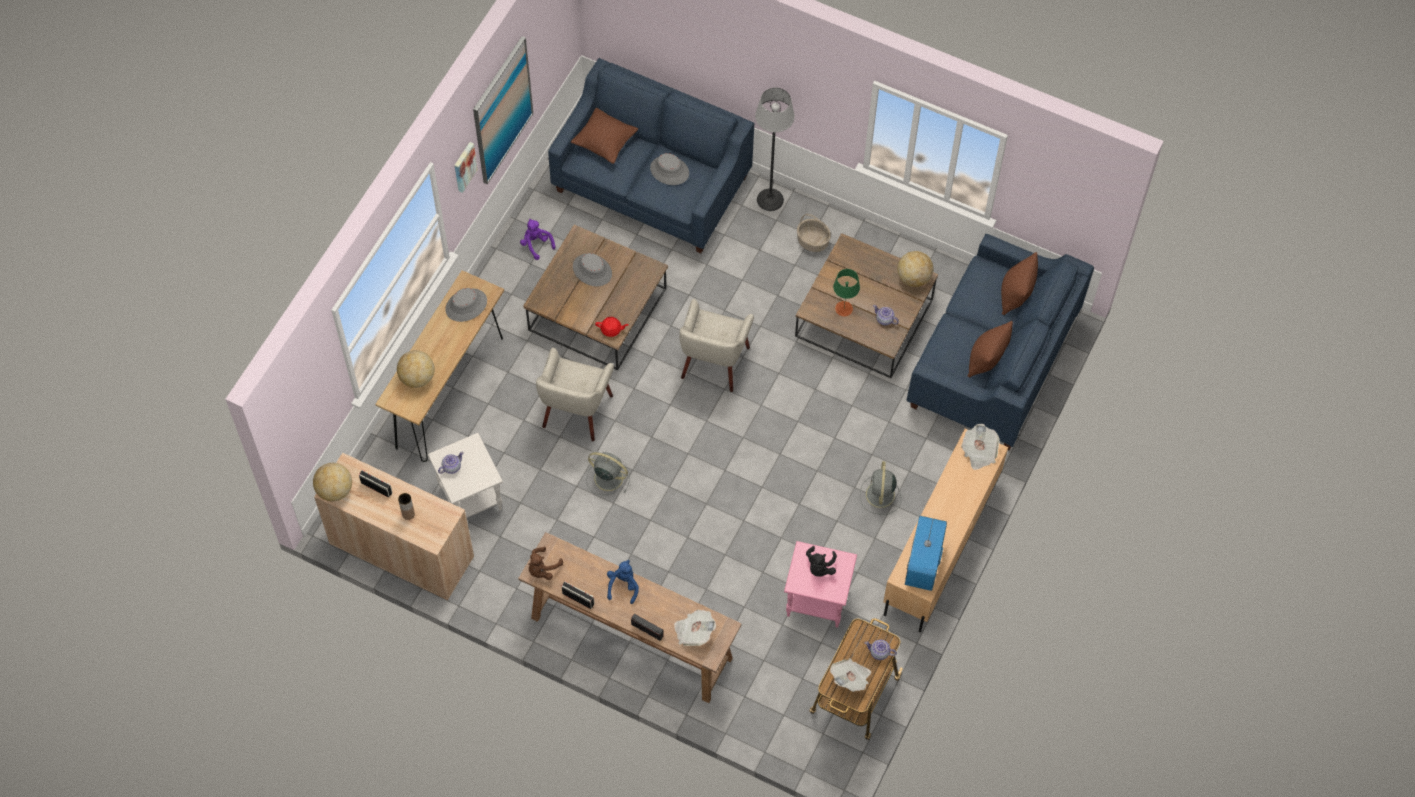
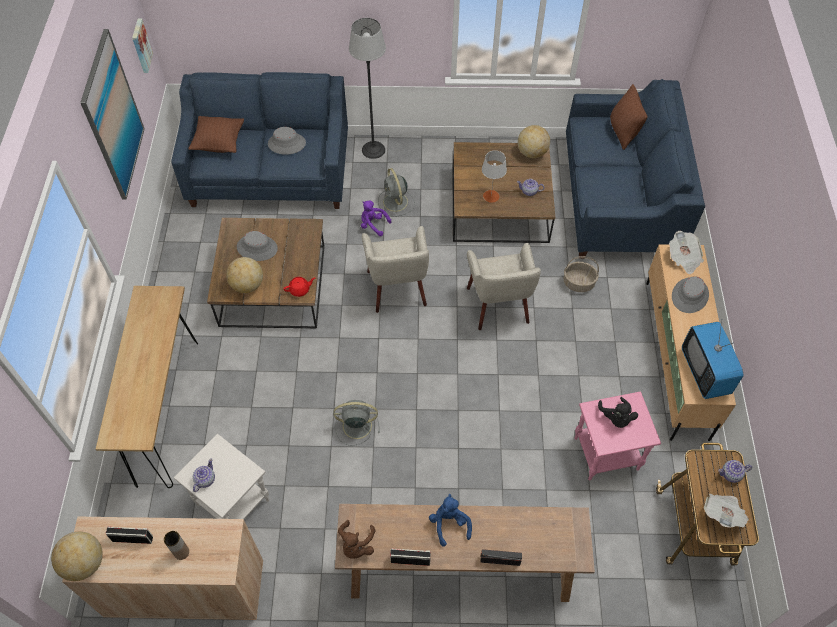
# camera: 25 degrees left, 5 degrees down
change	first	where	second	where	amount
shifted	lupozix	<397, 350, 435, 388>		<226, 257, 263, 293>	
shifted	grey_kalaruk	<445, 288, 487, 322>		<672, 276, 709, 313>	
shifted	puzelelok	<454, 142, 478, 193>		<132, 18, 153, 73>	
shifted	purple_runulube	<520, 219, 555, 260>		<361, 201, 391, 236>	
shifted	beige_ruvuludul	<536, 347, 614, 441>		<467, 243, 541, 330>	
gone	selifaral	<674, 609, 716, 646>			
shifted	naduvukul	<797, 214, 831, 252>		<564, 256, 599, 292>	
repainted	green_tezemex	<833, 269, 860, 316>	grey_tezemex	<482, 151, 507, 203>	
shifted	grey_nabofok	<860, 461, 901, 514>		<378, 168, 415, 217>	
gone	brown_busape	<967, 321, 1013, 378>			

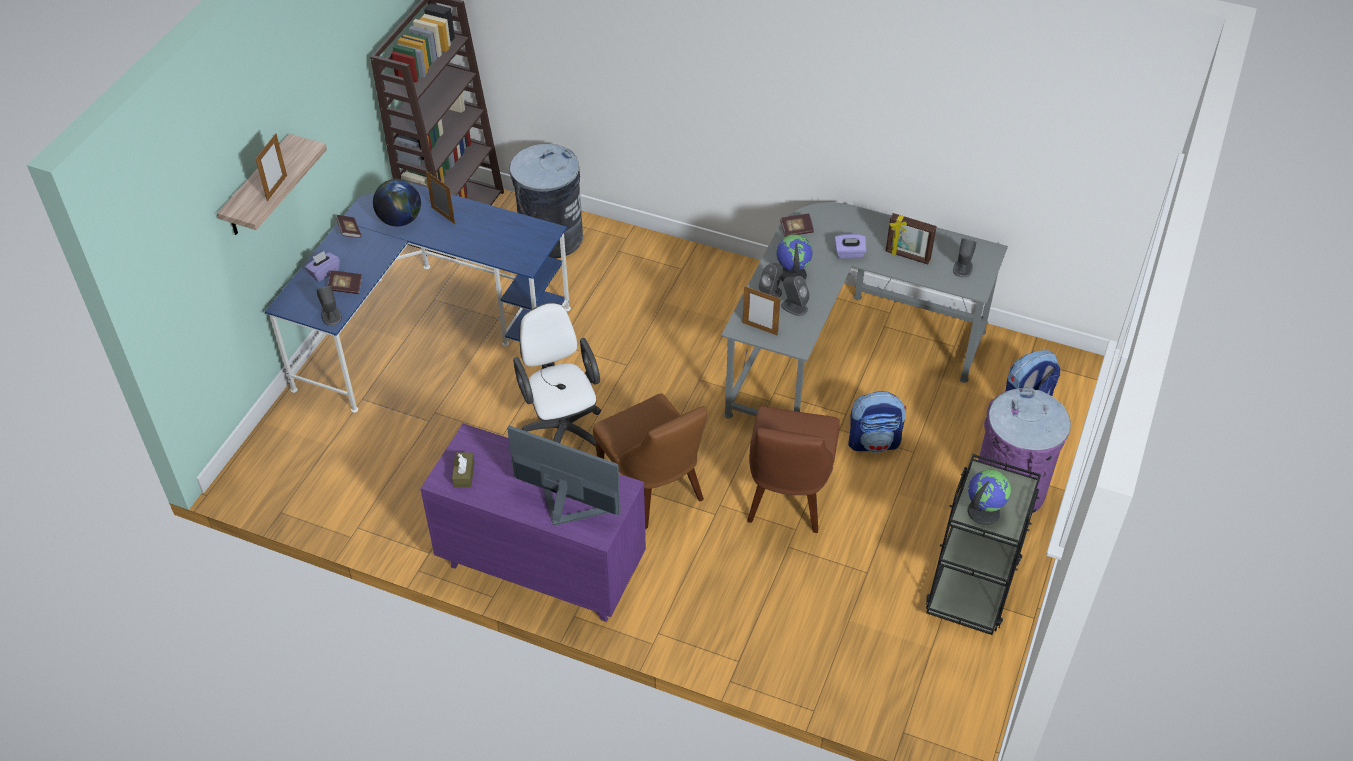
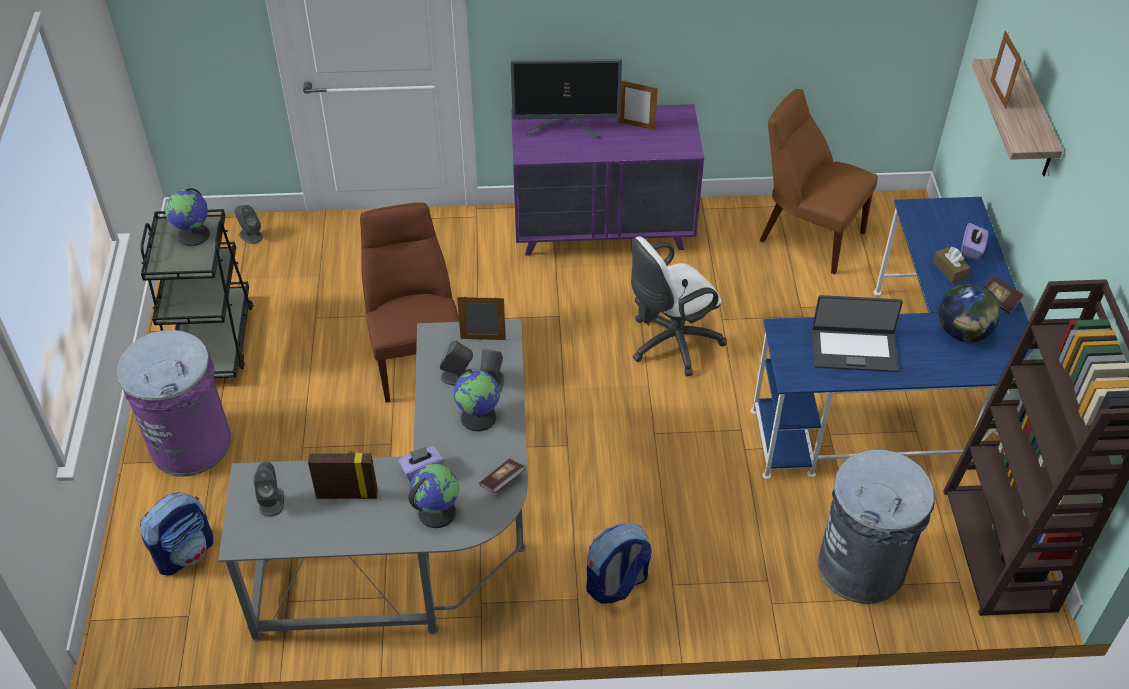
# camera: 155 degrees right, 0 degrees up
change	first	where	second	where	amount
shifted	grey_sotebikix	<317, 286, 342, 326>		<234, 205, 263, 244>	
gone	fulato	<328, 270, 362, 294>			
shifted	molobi	<426, 171, 455, 224>		<618, 80, 658, 130>	
shifted	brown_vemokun	<452, 453, 474, 488>		<933, 246, 970, 284>	
rotated	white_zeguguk	<513, 302, 601, 447>		<631, 236, 727, 376>	105 degrees clockwise
shifted	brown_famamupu	<593, 393, 707, 529>		<760, 89, 878, 275>	
shifted	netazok	<848, 391, 906, 453>		<586, 523, 651, 604>	
new			lupozix	<408, 464, 459, 528>	
new			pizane	<812, 295, 903, 372>	

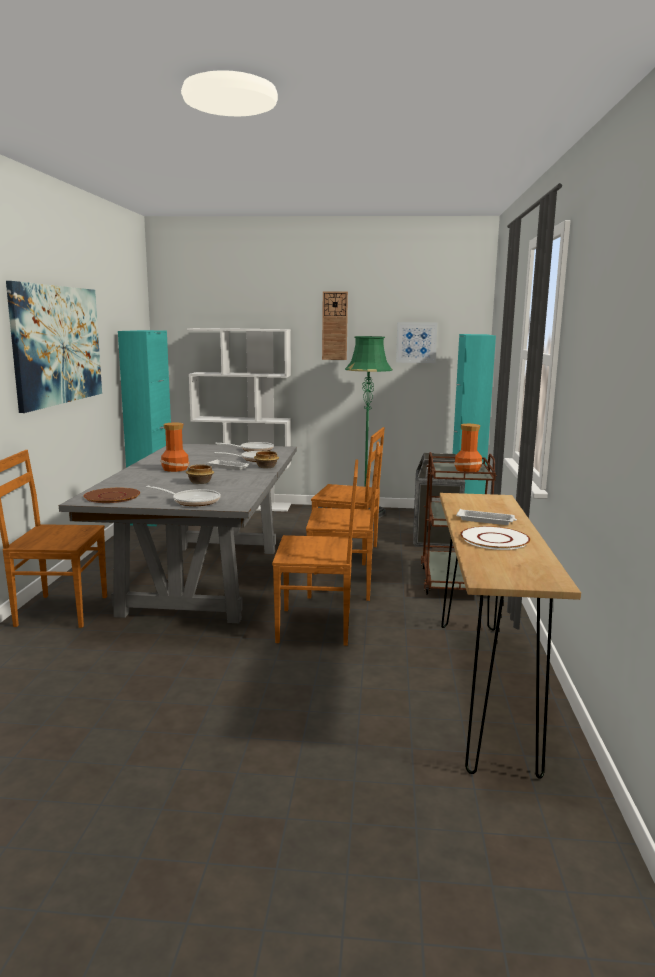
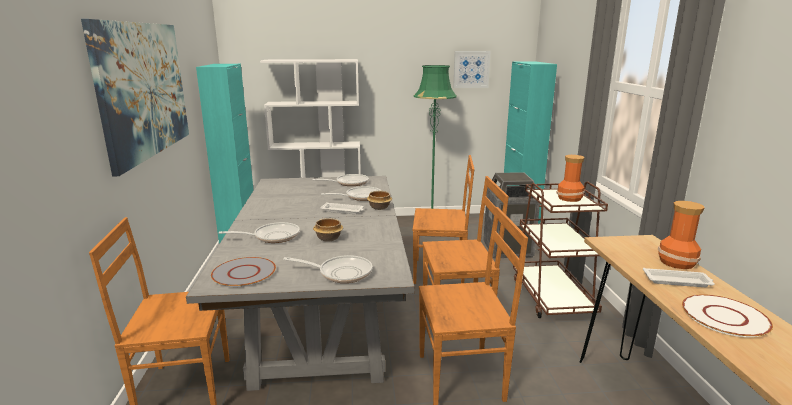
# camera: 10 degrees left, 5 degrees up
change	first	where	second	where	amount
repainted	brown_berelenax	<83, 488, 140, 503>	grey_berelenax	<211, 257, 276, 287>	
shifted	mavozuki	<161, 423, 189, 472>		<658, 201, 705, 269>	
gone	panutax	<322, 291, 348, 360>			
new			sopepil	<219, 222, 300, 243>	

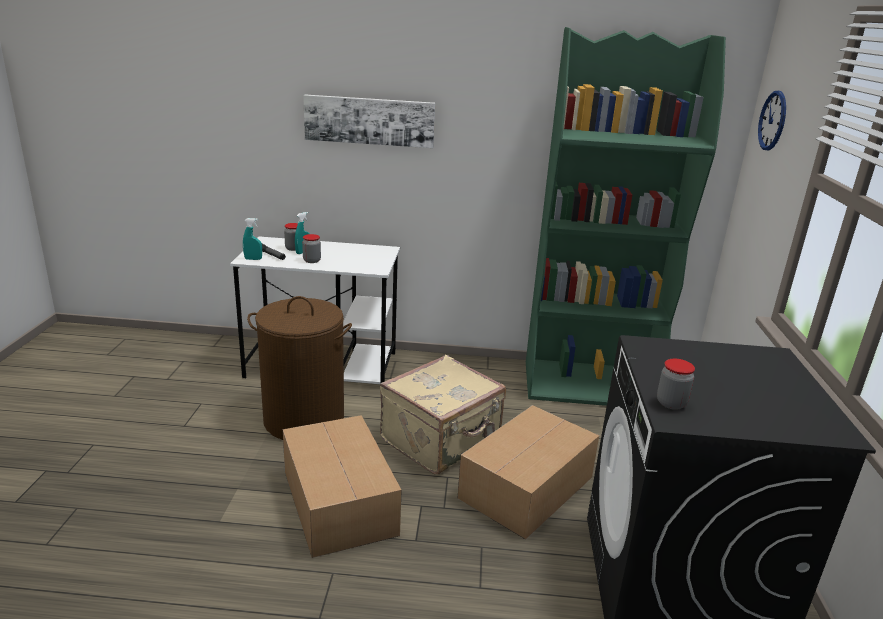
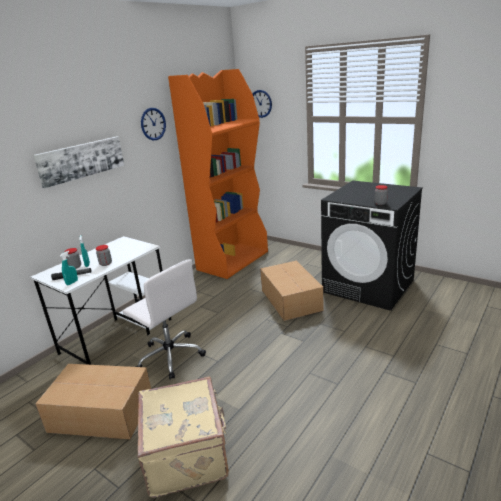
# camera: 55 degrees left, 0 degrees up
change	first	where	second	where	amount
swapped	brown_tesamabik	<247, 296, 352, 440>	white_zeguguk	<123, 259, 206, 380>	
shifted	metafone	<283, 415, 401, 558>		<35, 364, 151, 440>	
shifted	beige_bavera	<380, 355, 506, 474>		<138, 376, 229, 498>	
repainted	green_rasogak	<526, 27, 726, 406>	orange_rasogak	<168, 69, 268, 279>	
new			panutax	<141, 108, 166, 140>	

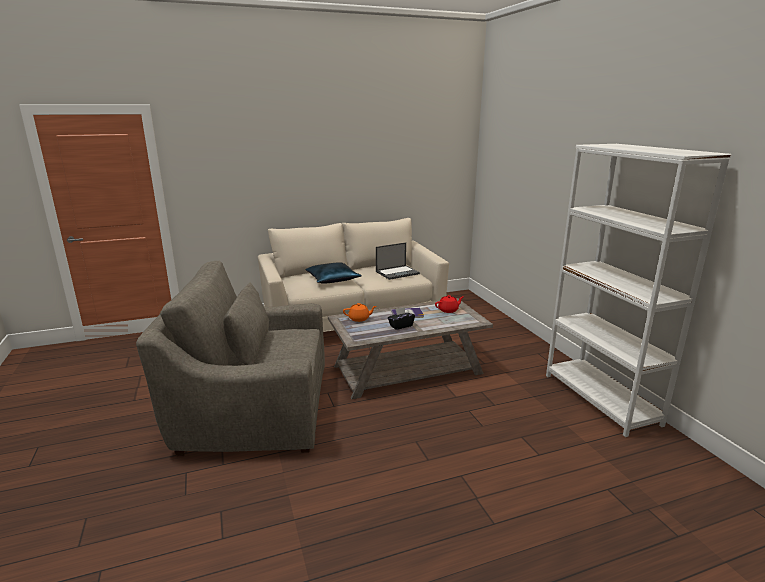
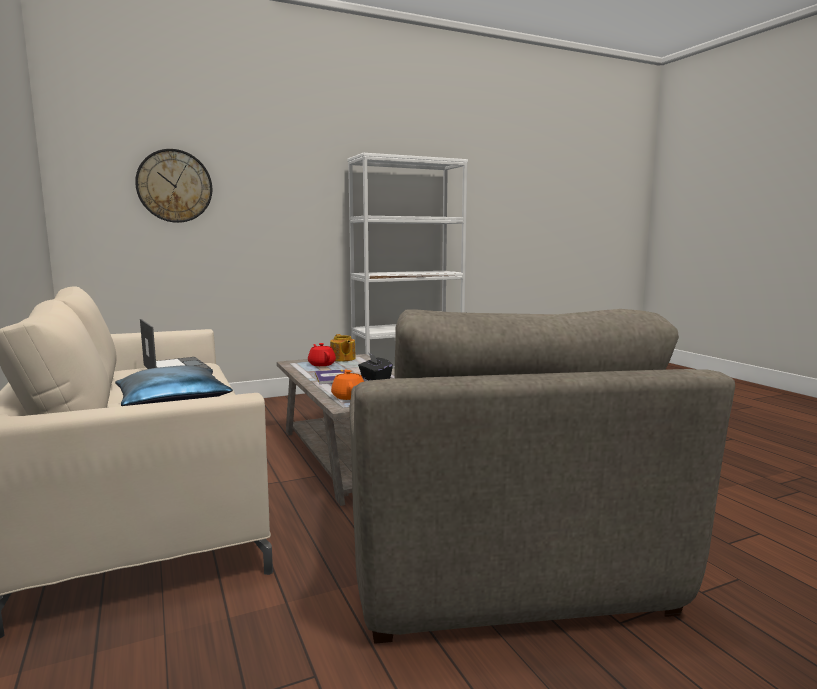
# camera: 95 degrees left, 10 degrees down
change	first	where	second	where	amount
new			panutax	<135, 149, 212, 223>	
new			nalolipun	<330, 334, 356, 362>	

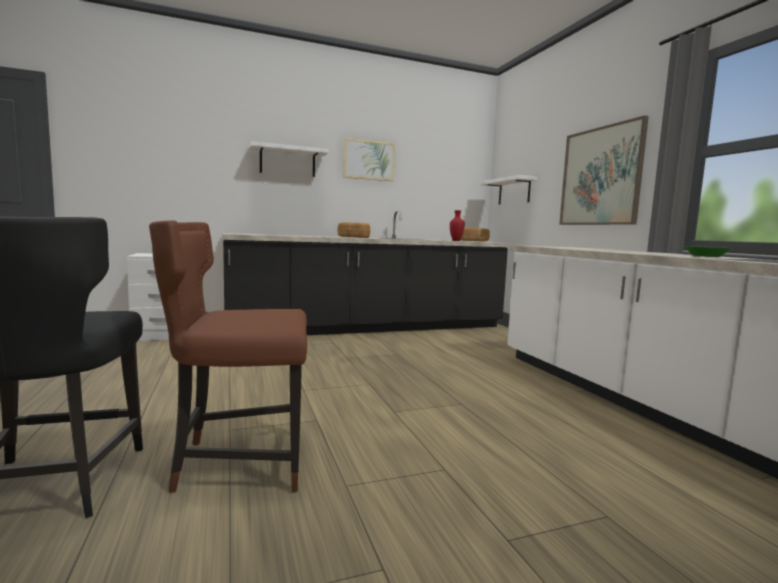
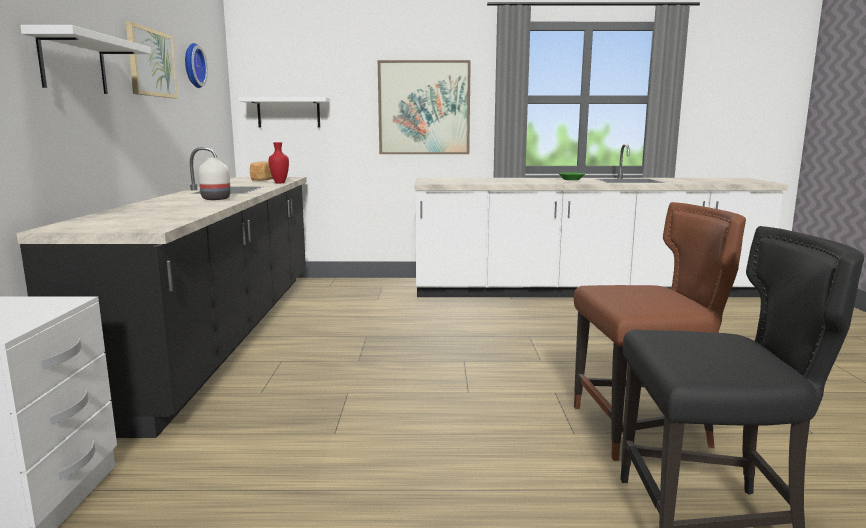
# camera: 70 degrees left, 5 degrees up
change	first	where	second	where	amount
rotated	brown_famamupu	<149, 220, 307, 493>		<574, 202, 746, 461>	105 degrees counterclockwise
swapped	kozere	<337, 222, 370, 238>	white_mavozuki	<198, 158, 231, 200>	
new			panutax	<185, 43, 208, 88>	

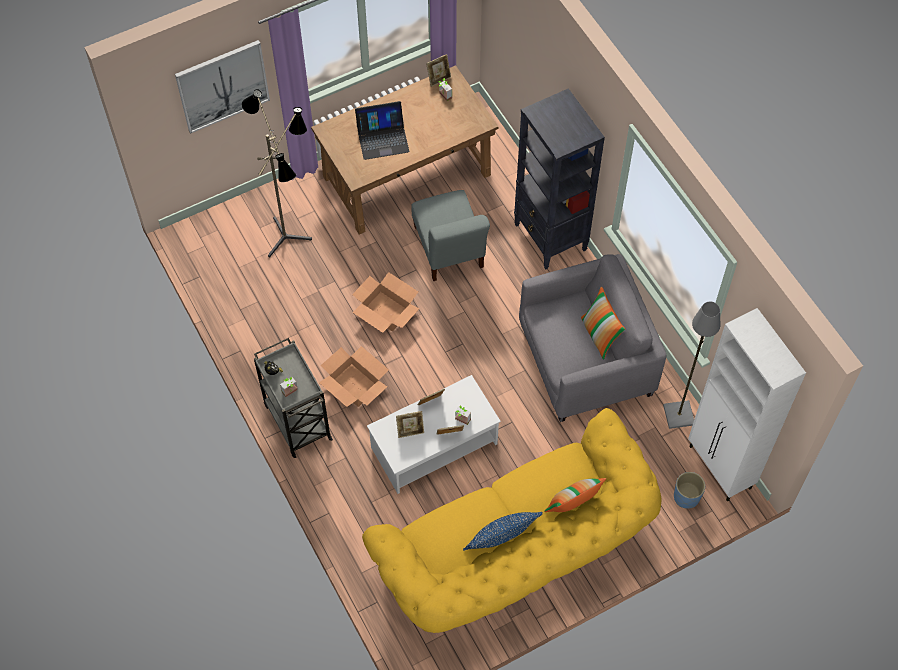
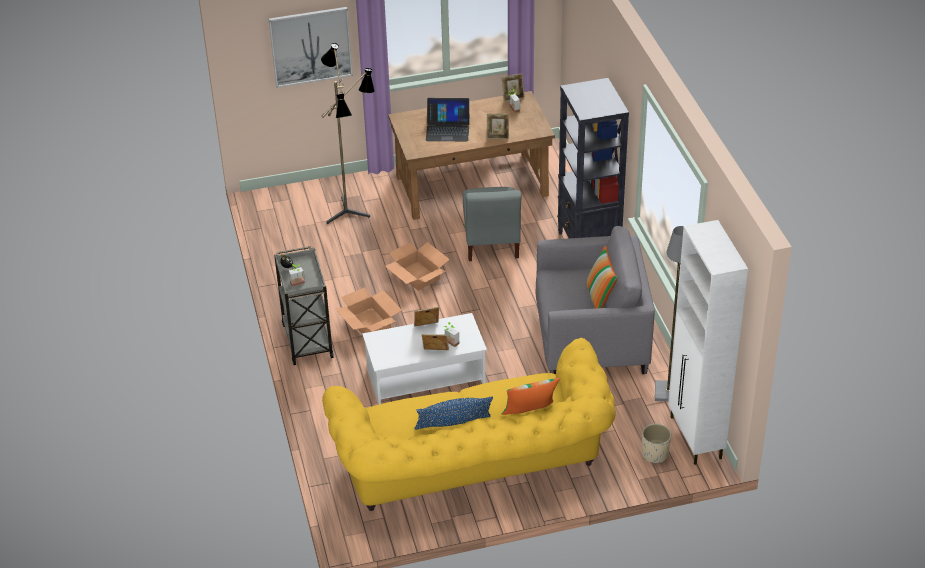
# camera: 15 degrees right, 20 degrees down
change	first	where	second	where	amount
shifted	molobi	<396, 411, 424, 438>		<487, 114, 509, 139>	
repainted	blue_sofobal	<674, 472, 705, 509>	beige_sofobal	<642, 424, 671, 463>	

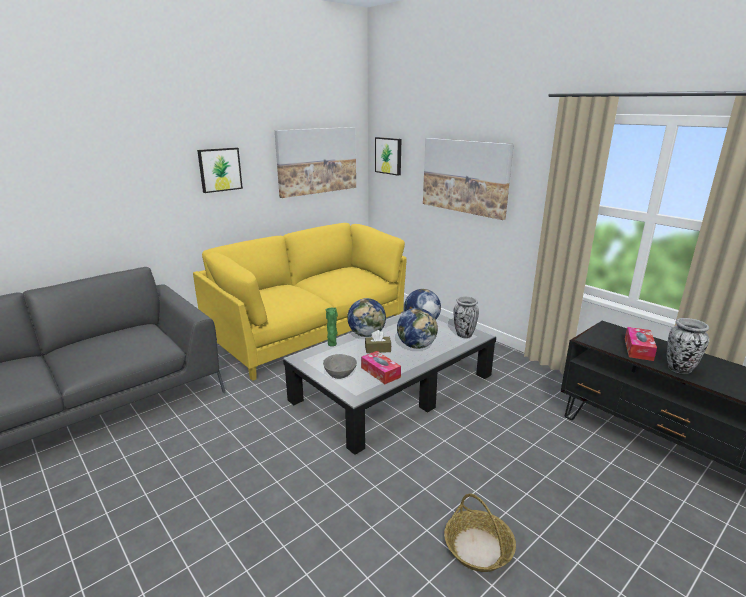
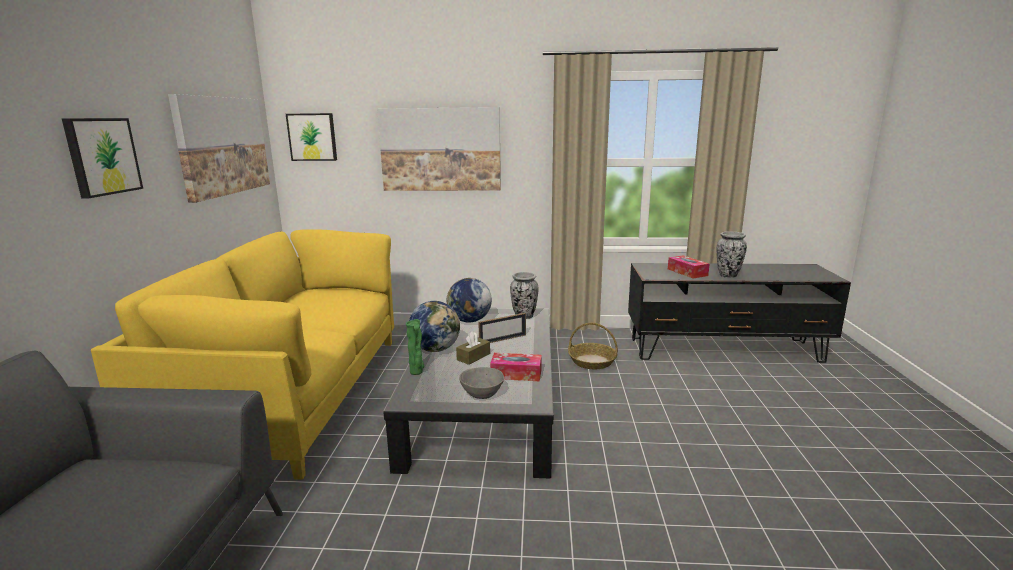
# camera: 45 degrees left, 5 degrees down
change	first	where	second	where	amount
swapped	lupozix	<397, 308, 438, 349>	molobi	<478, 313, 526, 343>	
shifted	naduvukul	<444, 494, 516, 572>		<568, 323, 618, 369>	

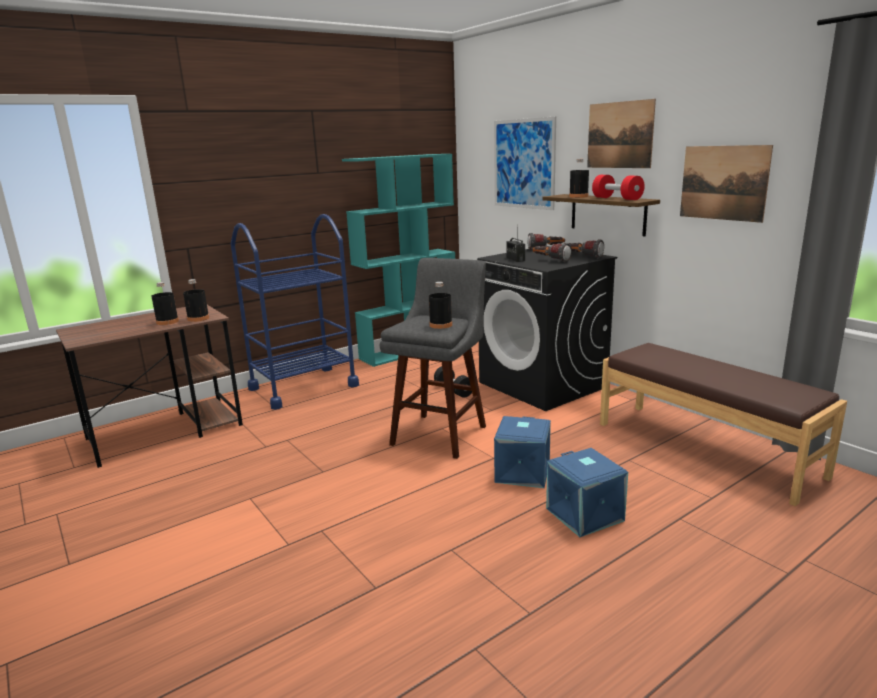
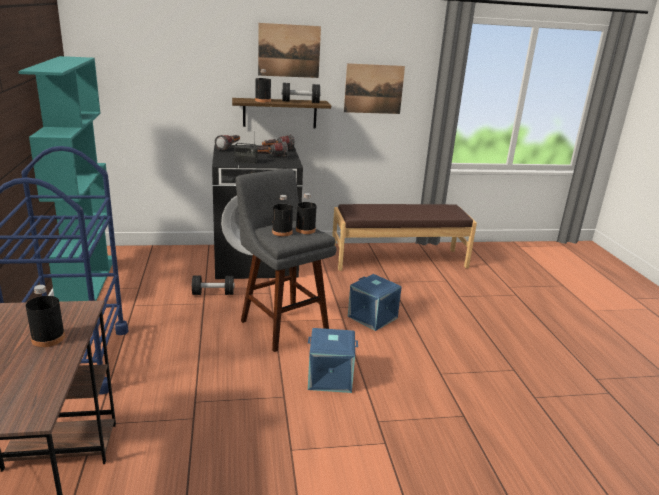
# camera: 65 degrees left, 5 degrees up
change	first	where	second	where	amount
shifted	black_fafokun	<183, 279, 209, 322>		<272, 195, 293, 237>	
gone	puzelelok	<494, 117, 556, 210>			
shifted	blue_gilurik	<546, 448, 628, 537>		<308, 328, 358, 393>	
repainted	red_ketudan	<592, 175, 645, 200>	black_ketudan	<282, 83, 321, 103>	

